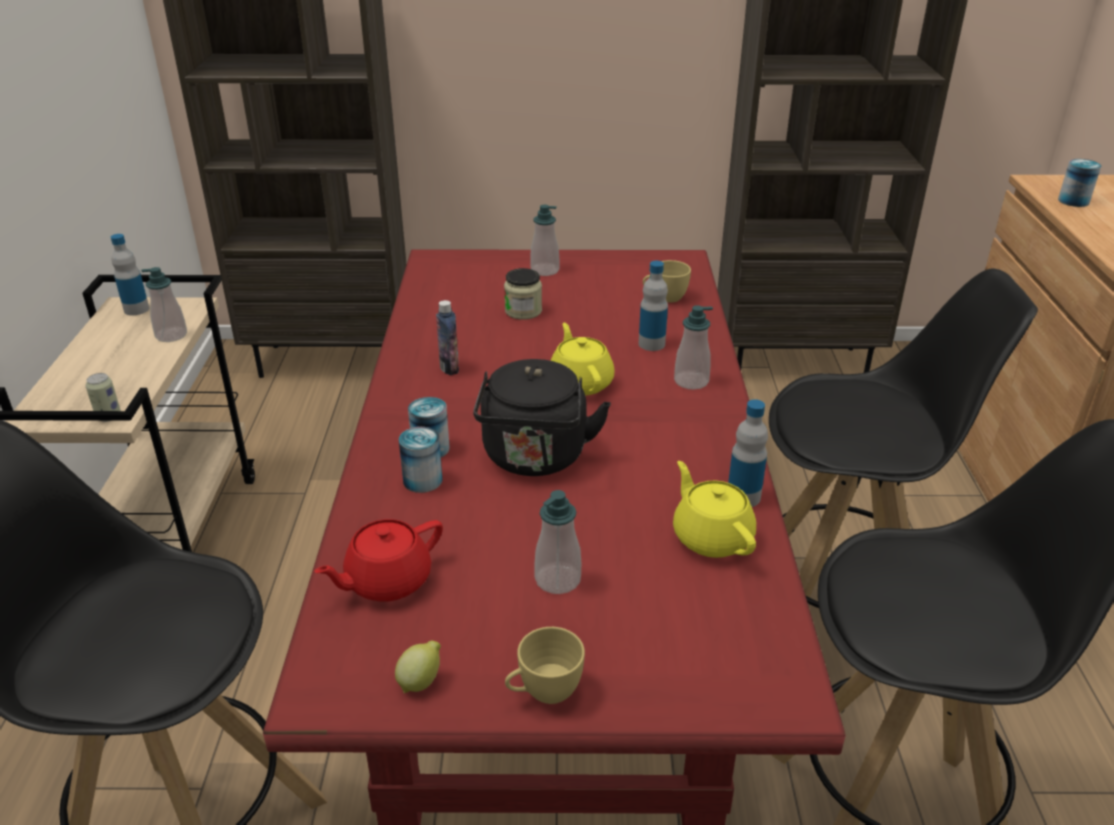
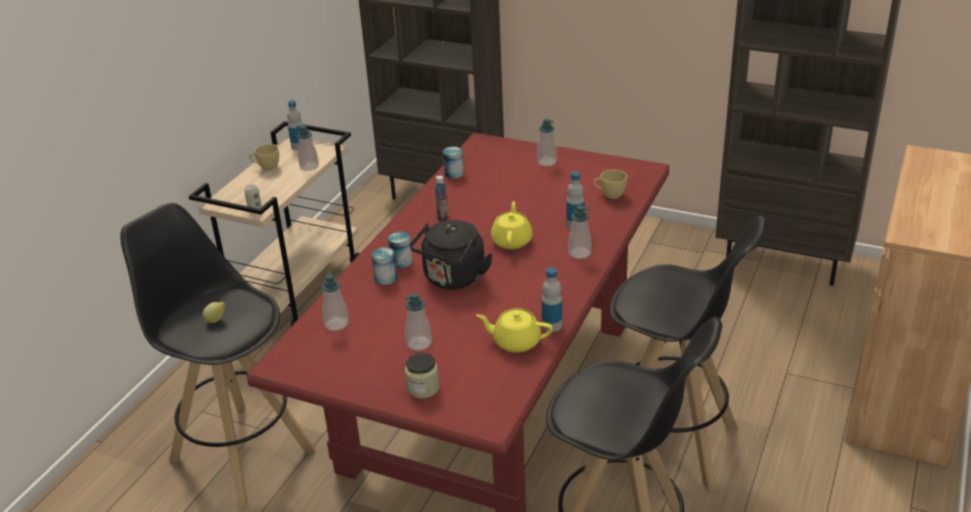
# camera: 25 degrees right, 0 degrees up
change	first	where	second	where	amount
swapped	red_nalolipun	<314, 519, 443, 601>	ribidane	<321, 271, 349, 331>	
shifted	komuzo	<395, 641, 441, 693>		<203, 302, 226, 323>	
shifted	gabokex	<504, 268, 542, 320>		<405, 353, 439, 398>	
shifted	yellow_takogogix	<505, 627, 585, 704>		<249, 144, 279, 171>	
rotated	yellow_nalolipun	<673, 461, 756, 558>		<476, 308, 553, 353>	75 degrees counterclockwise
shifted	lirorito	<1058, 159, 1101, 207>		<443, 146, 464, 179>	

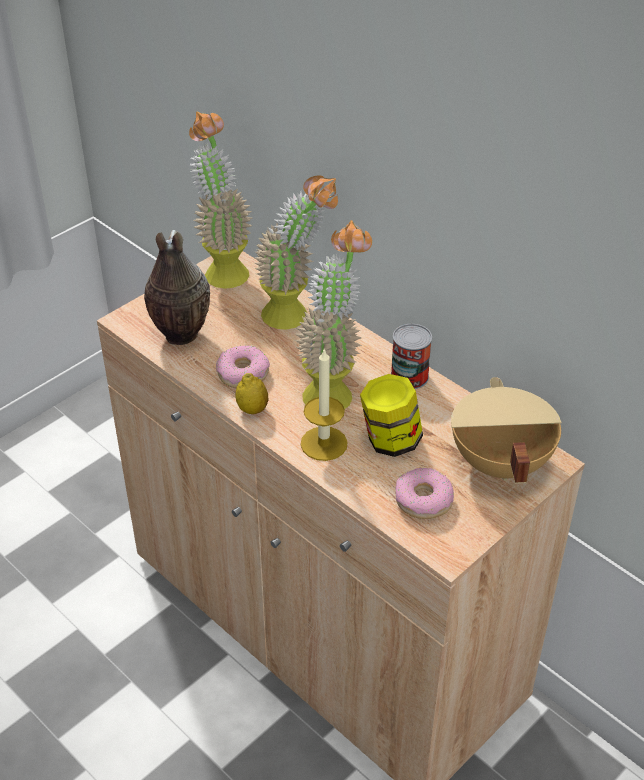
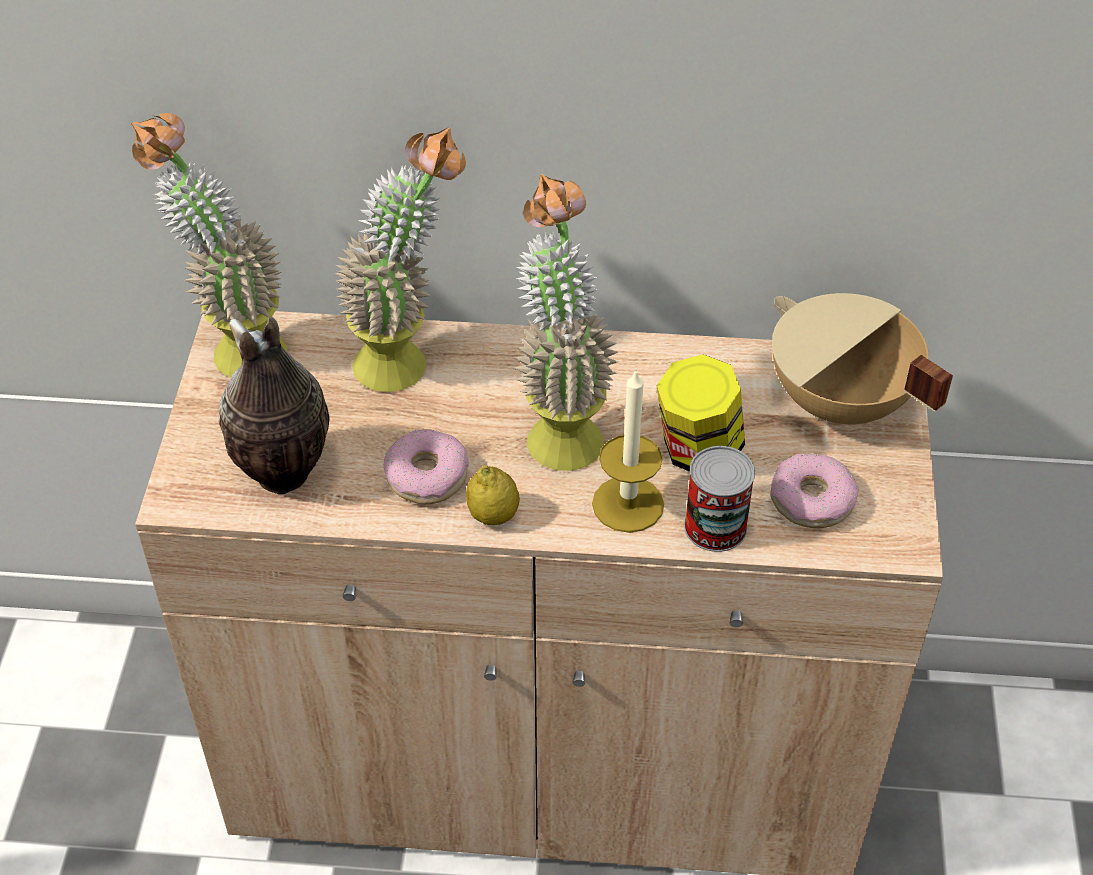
# camera: 40 degrees left, 5 degrees up
change	first	where	second	where	amount
shifted	lirorito	<391, 324, 432, 389>		<684, 446, 755, 552>	

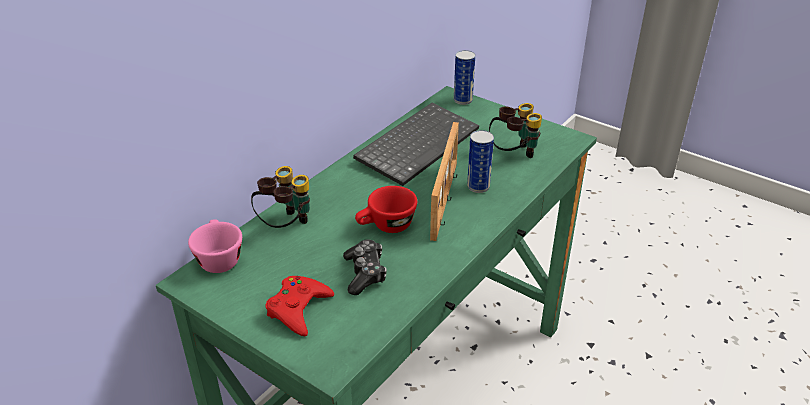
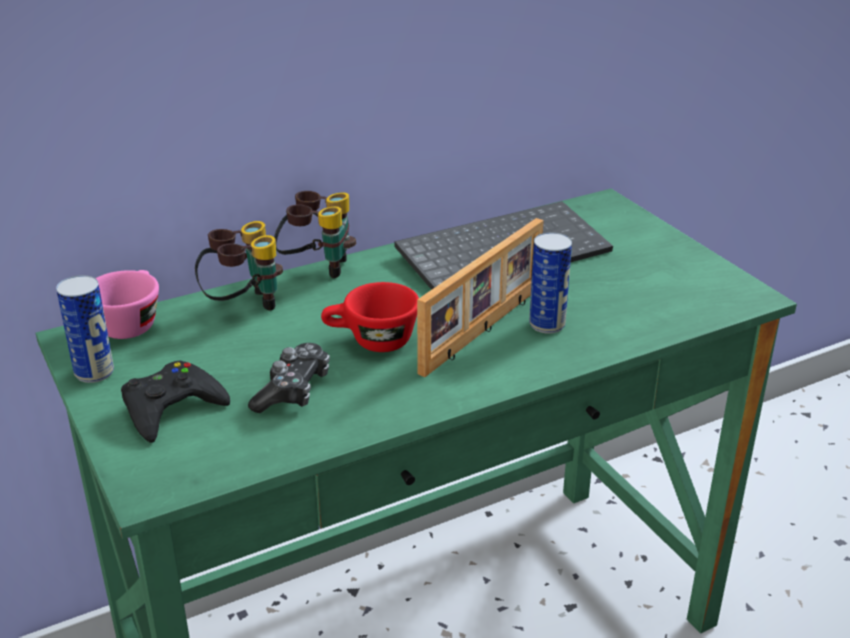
# camera: 25 degrees right, 5 degrees down
change	first	where	second	where	amount
repainted	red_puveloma	<266, 276, 334, 336>	black_puveloma	<121, 361, 230, 443>	
shifted	lirorito	<454, 50, 475, 105>		<56, 275, 114, 383>	
shifted	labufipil	<489, 103, 542, 158>		<274, 191, 356, 278>	

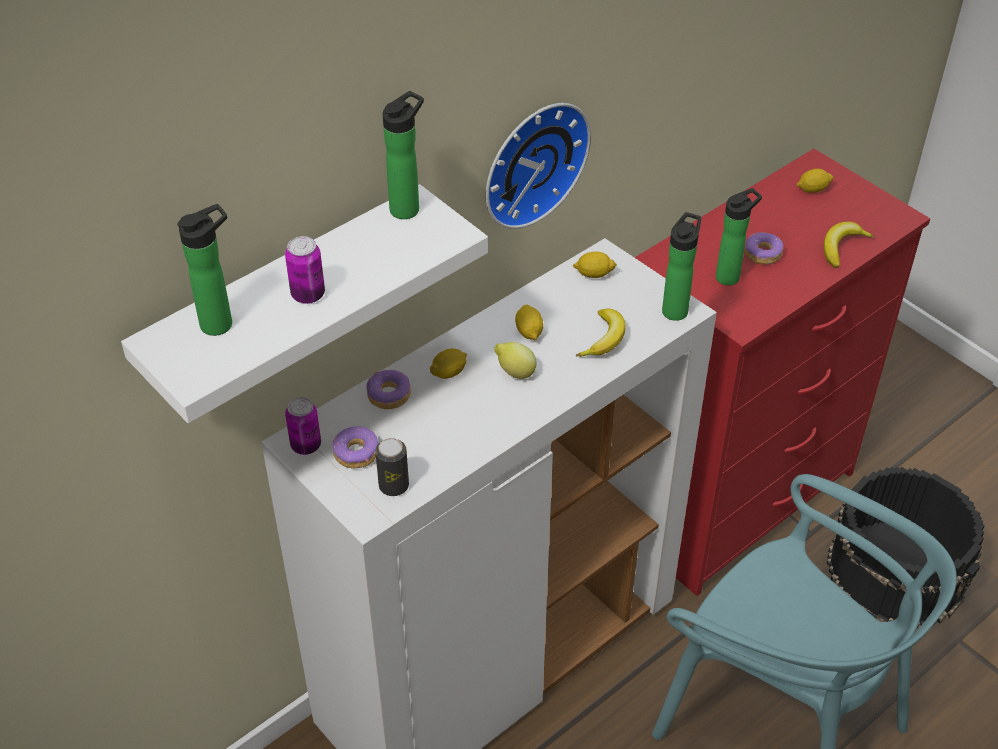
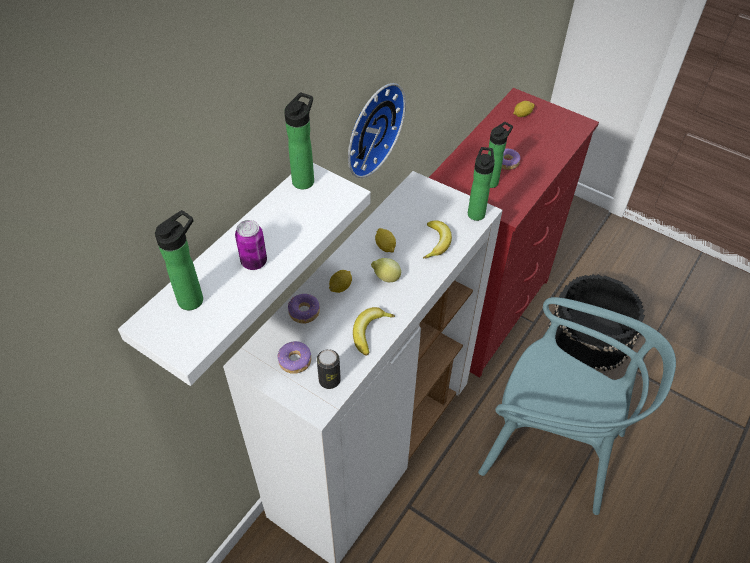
# camera: 15 degrees left, 5 degrees up
change	first	where	second	where	amount
gone	lirorito	<285, 397, 321, 455>			
gone	komuzo	<573, 251, 617, 278>			
shifted	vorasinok	<823, 221, 874, 268>		<353, 307, 395, 356>	

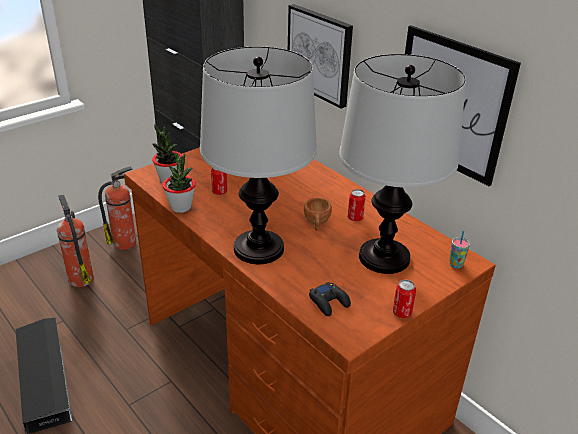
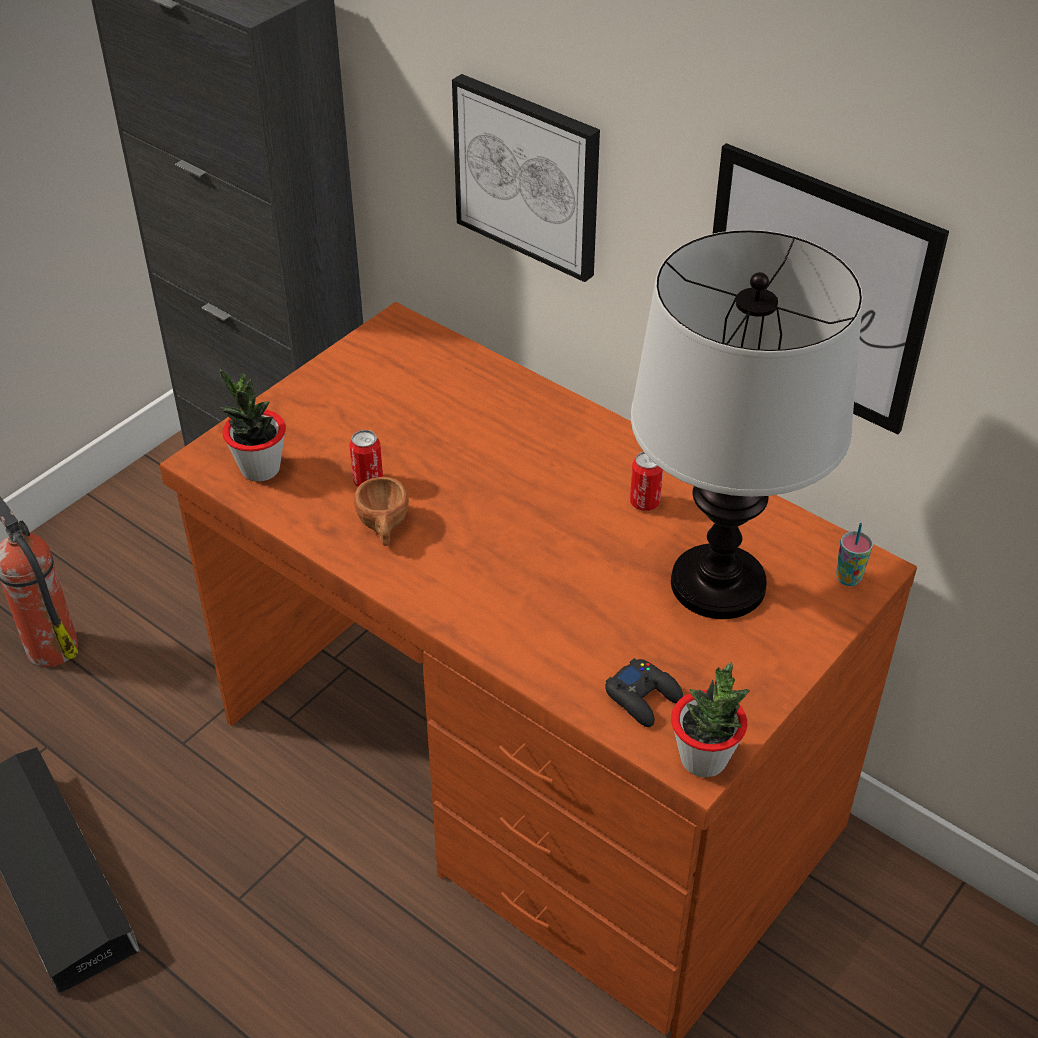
# camera: 10 degrees left, 10 degrees up
change	first	where	second	where	amount
gone	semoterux	<98, 166, 136, 250>			
shifted	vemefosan	<162, 153, 196, 213>		<671, 662, 750, 777>	
gone	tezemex	<200, 46, 317, 264>			
shifted	brown_takogogix	<304, 198, 332, 231>		<354, 477, 409, 546>	
gone	lirorito	<393, 280, 416, 318>			

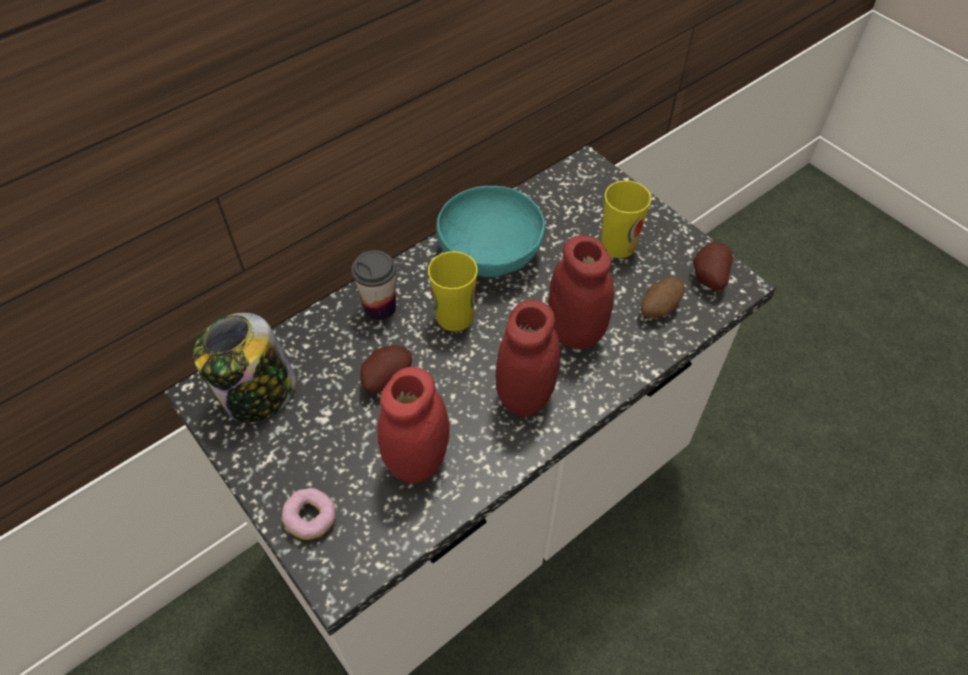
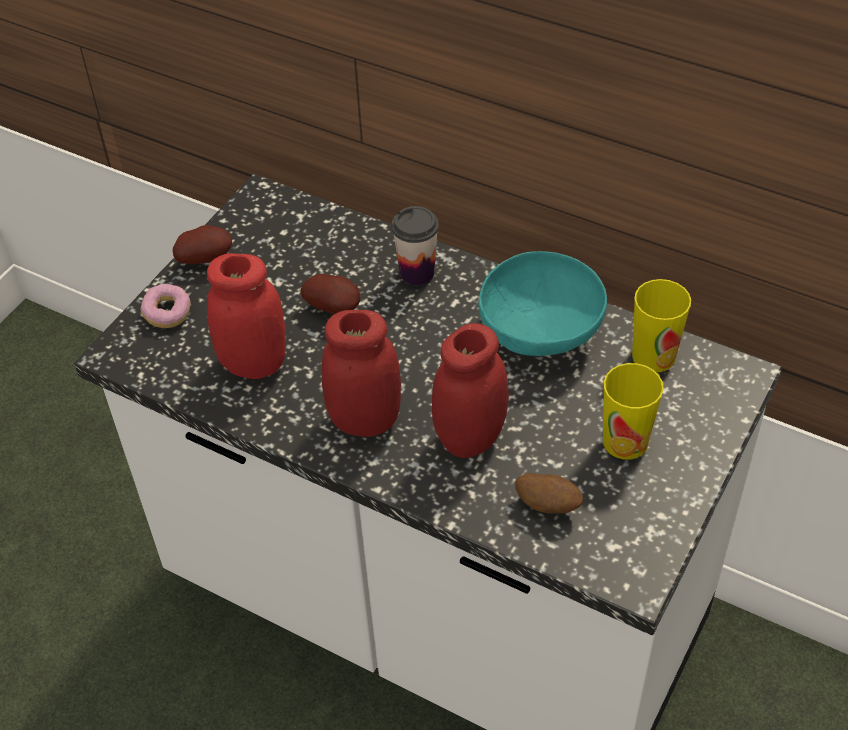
# camera: 70 degrees right, 5 degrees down
change	first	where	second	where	amount
gone	gabokex	<193, 313, 296, 423>			
shifted	takogogix	<428, 251, 478, 331>		<632, 279, 691, 373>	
shifted	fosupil	<693, 242, 733, 291>		<173, 225, 232, 264>	

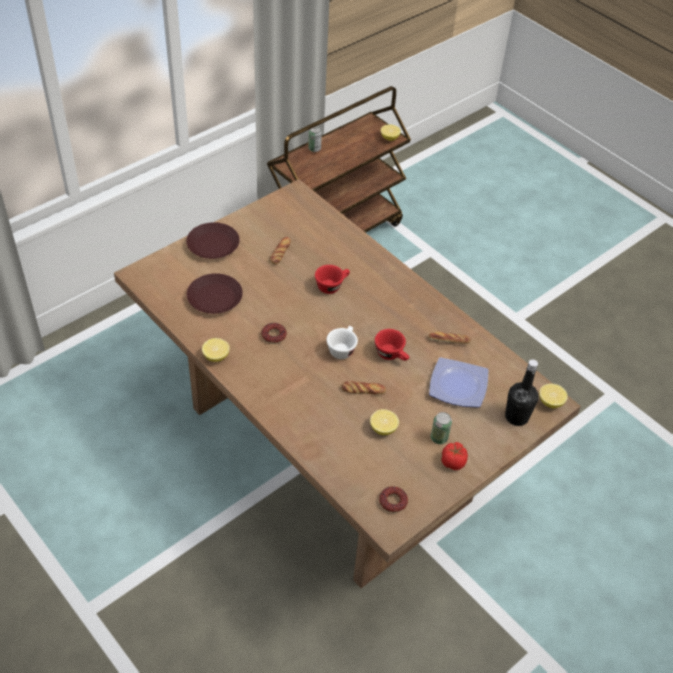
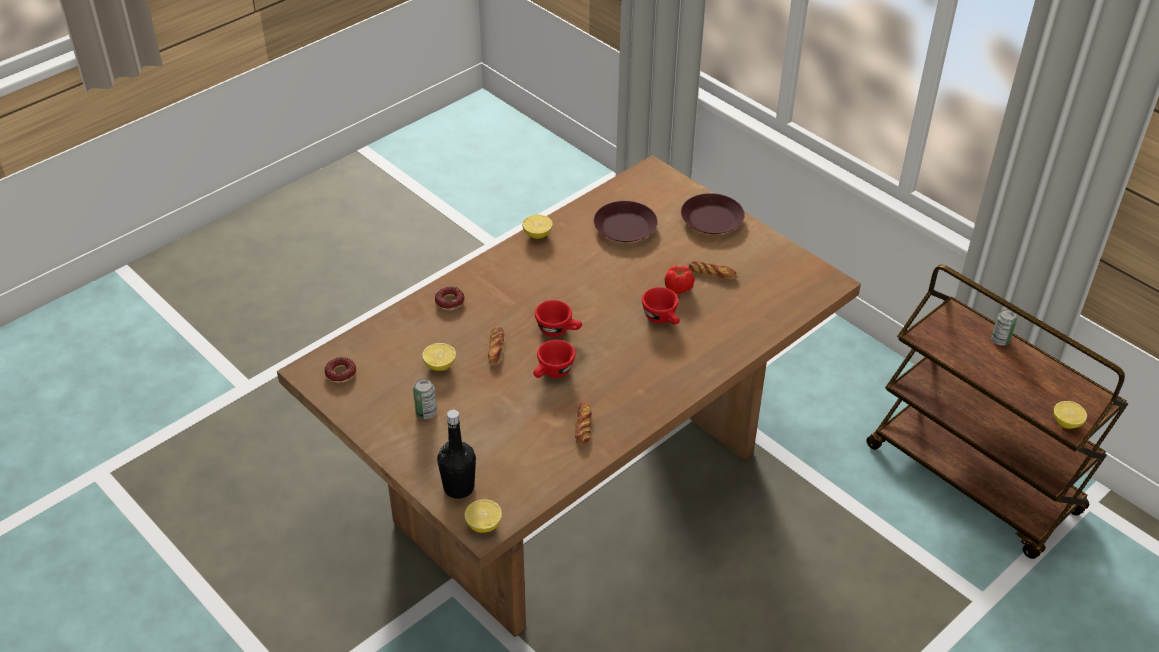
# camera: 90 degrees right, 5 degrees down
change	first	where	second	where	amount
shifted	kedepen	<261, 323, 287, 344>		<435, 287, 465, 310>	
repainted	white_takogogix	<327, 326, 358, 359>	red_takogogix	<535, 300, 582, 337>	
gone	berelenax	<429, 357, 489, 408>			
shifted	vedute	<442, 442, 468, 470>		<665, 266, 694, 294>	

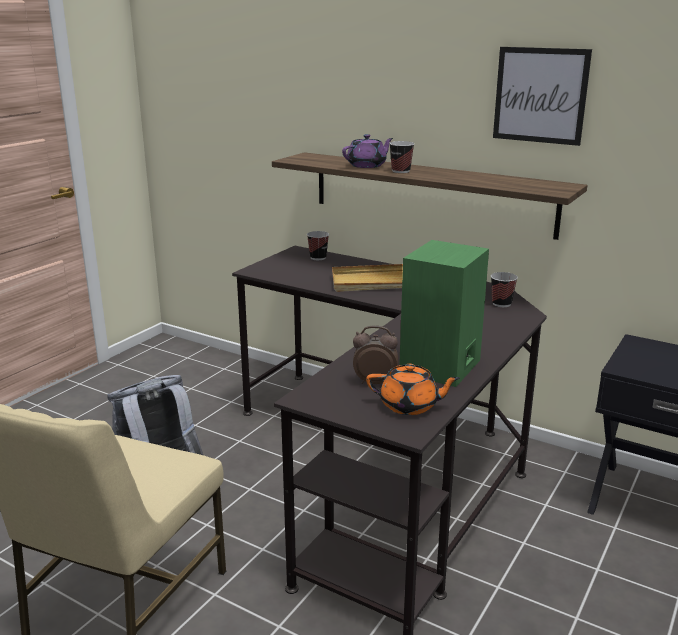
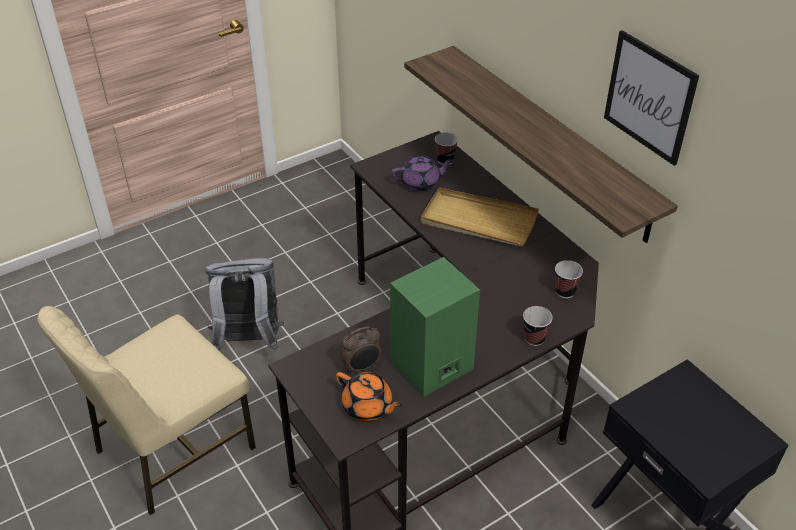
# camera: 25 degrees right, 20 degrees up
change	first	where	second	where	amount
shifted	purple_nalolipun	<342, 134, 393, 168>		<391, 155, 453, 191>	
rotated	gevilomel	<353, 326, 398, 384>		<340, 326, 382, 375>	120 degrees clockwise
shifted	takogogix	<389, 141, 415, 173>		<523, 306, 553, 346>	

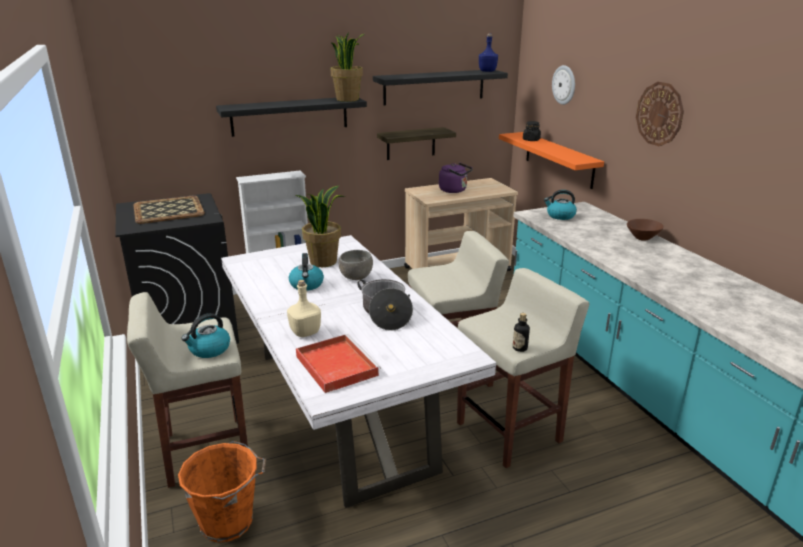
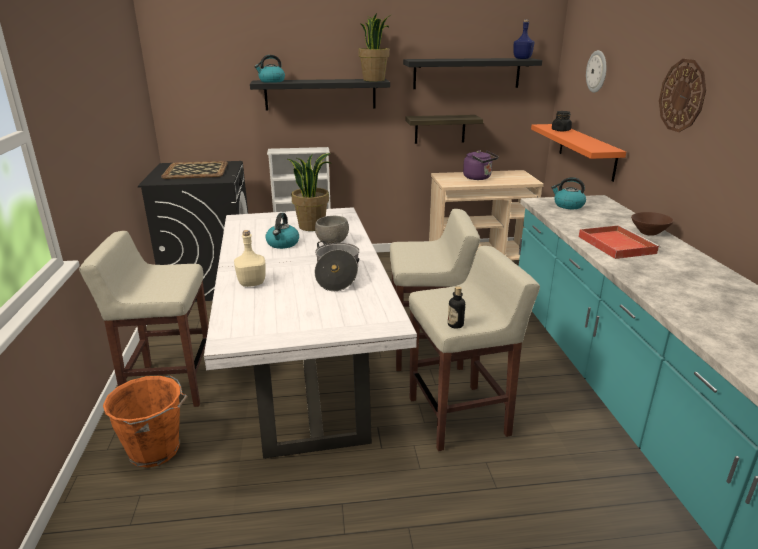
# camera: 15 degrees right, 0 degrees up
change	first	where	second	where	amount
shifted	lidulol	<181, 313, 230, 358>		<254, 55, 285, 83>	
shifted	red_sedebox	<296, 334, 381, 393>		<579, 225, 660, 259>	

